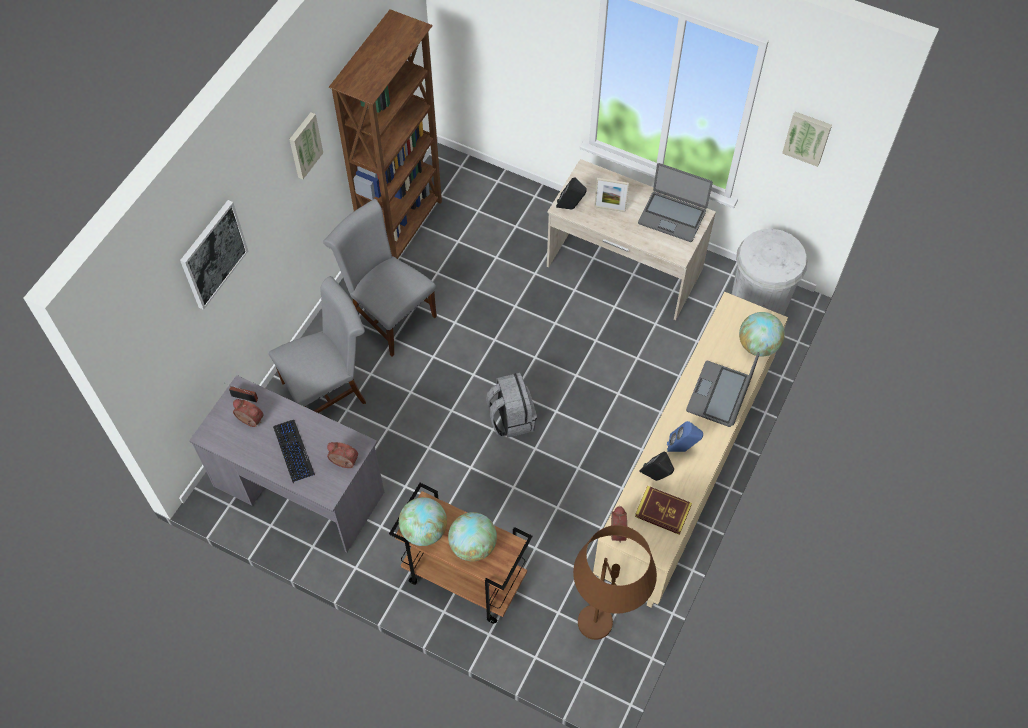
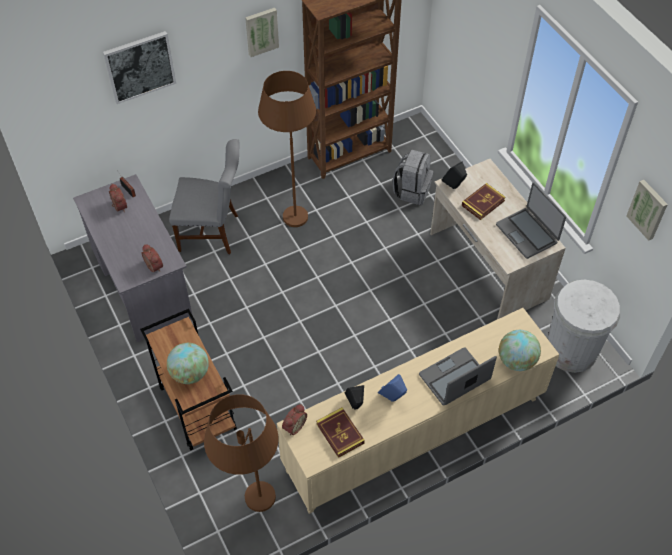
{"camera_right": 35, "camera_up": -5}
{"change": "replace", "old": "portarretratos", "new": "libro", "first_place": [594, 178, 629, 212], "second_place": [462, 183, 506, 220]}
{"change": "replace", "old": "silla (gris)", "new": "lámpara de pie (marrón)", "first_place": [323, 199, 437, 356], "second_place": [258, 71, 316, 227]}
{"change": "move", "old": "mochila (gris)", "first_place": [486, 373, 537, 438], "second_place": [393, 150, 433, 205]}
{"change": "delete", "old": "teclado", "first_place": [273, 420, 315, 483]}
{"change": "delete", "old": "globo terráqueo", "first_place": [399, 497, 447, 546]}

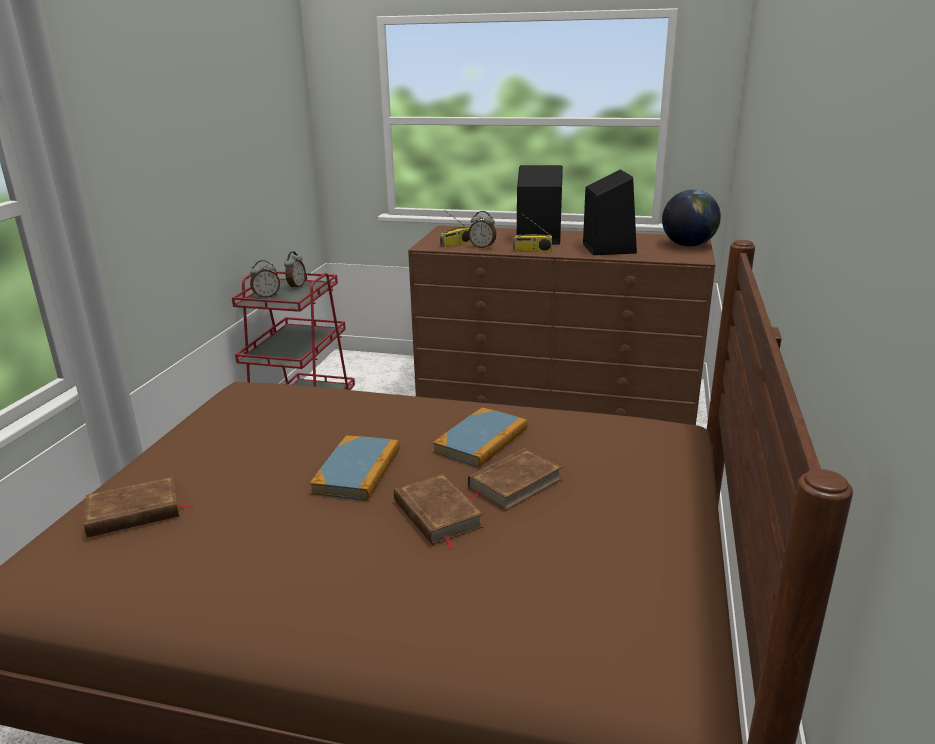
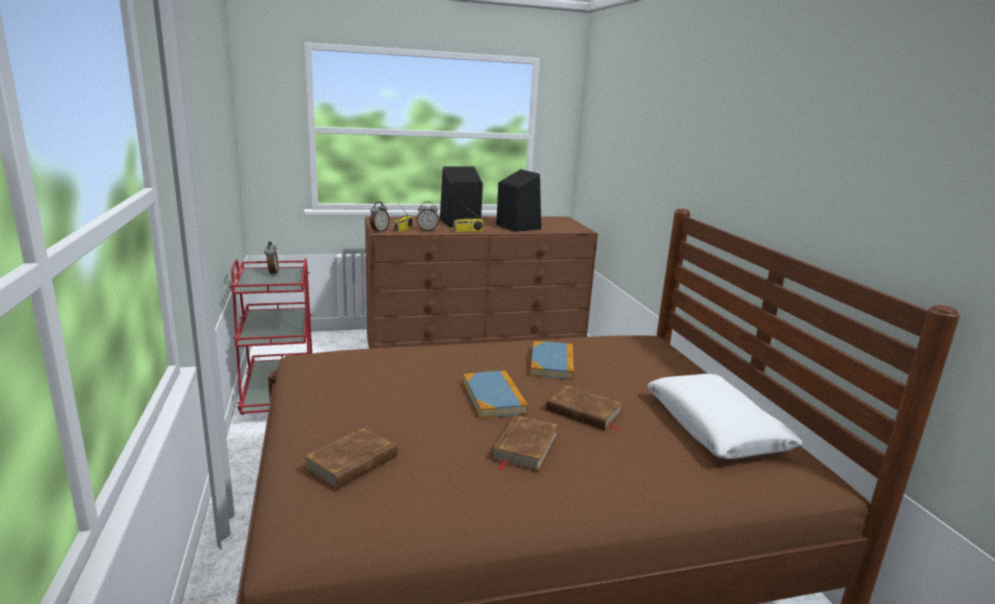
{"camera_right": -30, "camera_up": -5}
{"change": "delete", "old": "globo terráqueo", "first_place": [662, 190, 721, 247]}
{"change": "move", "old": "despertador", "first_place": [250, 260, 280, 299], "second_place": [370, 202, 390, 233]}
{"change": "move", "old": "libro (marrón)", "first_place": [468, 448, 562, 511], "second_place": [492, 414, 559, 472]}
{"change": "insert", "new": "cojín (blanco)", "second_place": [647, 374, 802, 459]}

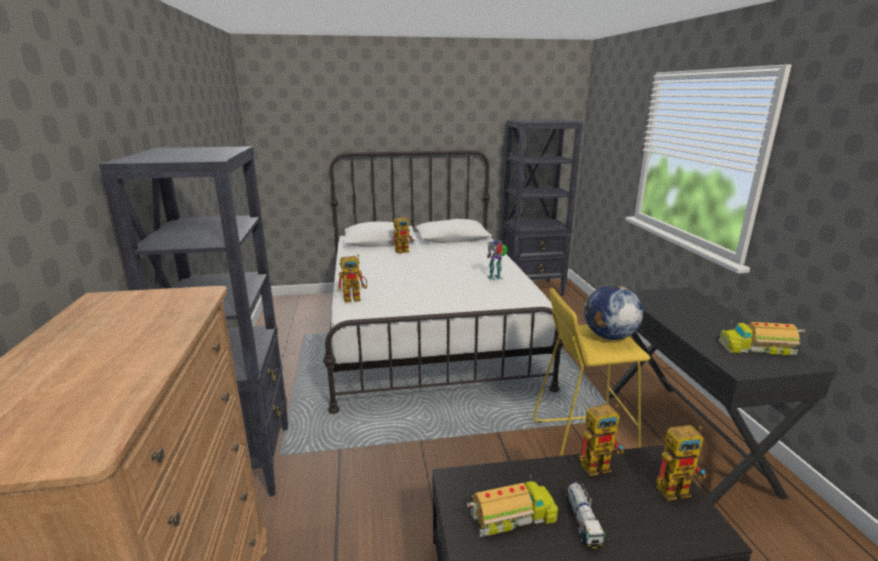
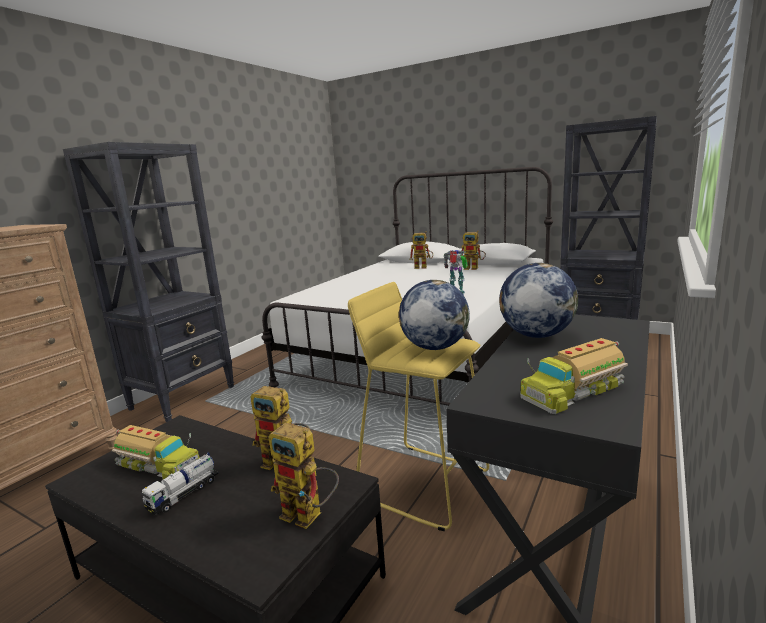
{"camera_right": 40, "camera_up": -5}
{"change": "move", "old": "robot de juguete", "first_place": [338, 254, 367, 303], "second_place": [462, 230, 486, 270]}
{"change": "rotate", "old": "camión de juguete", "first_place": [719, 321, 805, 355], "second_place": [520, 338, 628, 414], "degrees": -75}
{"change": "insert", "new": "globo terráqueo", "second_place": [499, 263, 578, 338]}

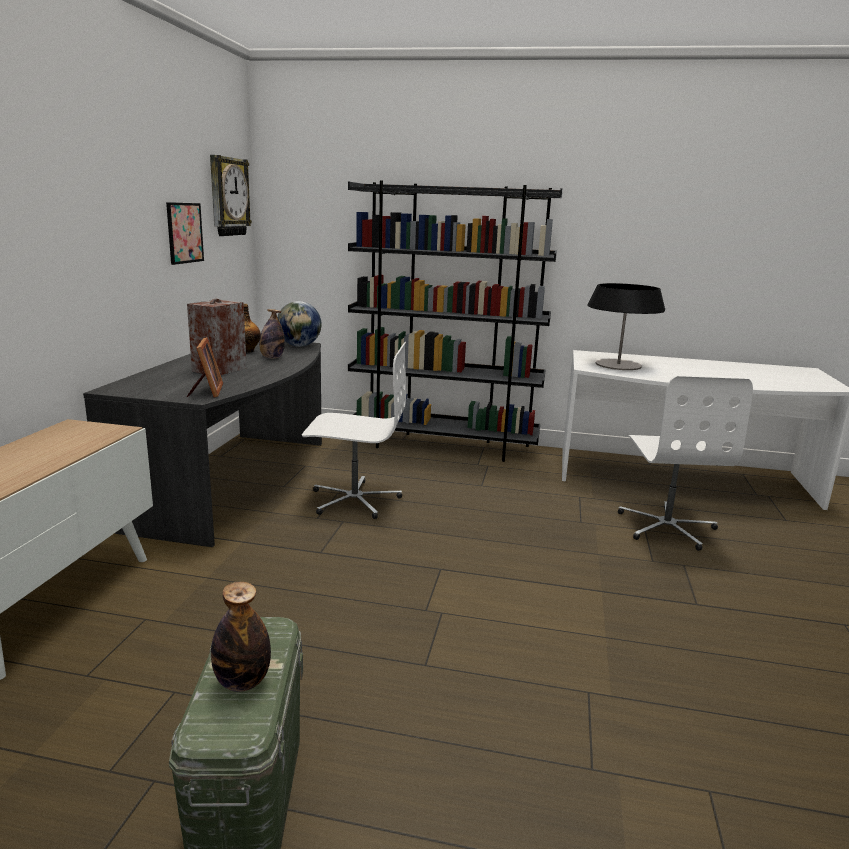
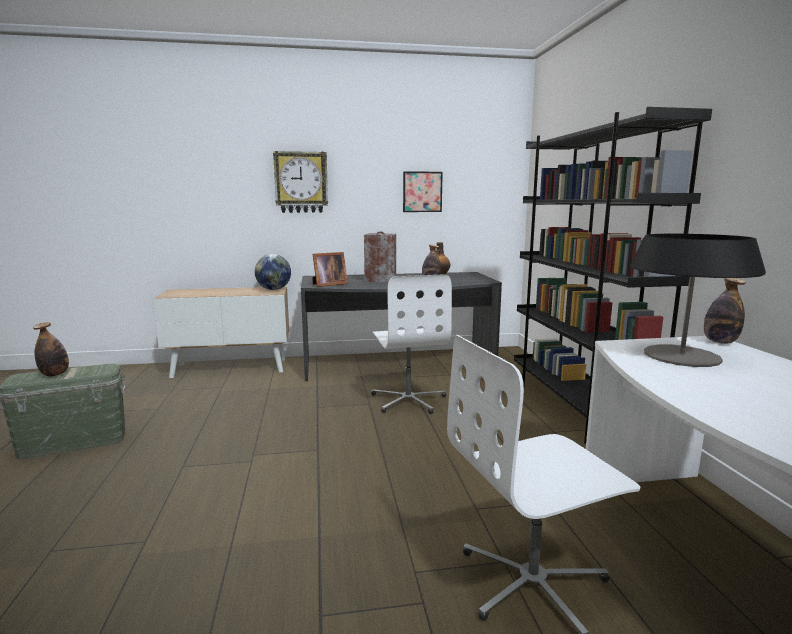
{"camera_right": 70, "camera_up": -5}
{"change": "move", "old": "reloj de pared", "first_place": [210, 155, 252, 236], "second_place": [273, 151, 328, 213]}
{"change": "move", "old": "globo terráqueo", "first_place": [277, 301, 322, 347], "second_place": [255, 254, 291, 290]}
{"change": "insert", "new": "botella", "second_place": [704, 278, 746, 344]}

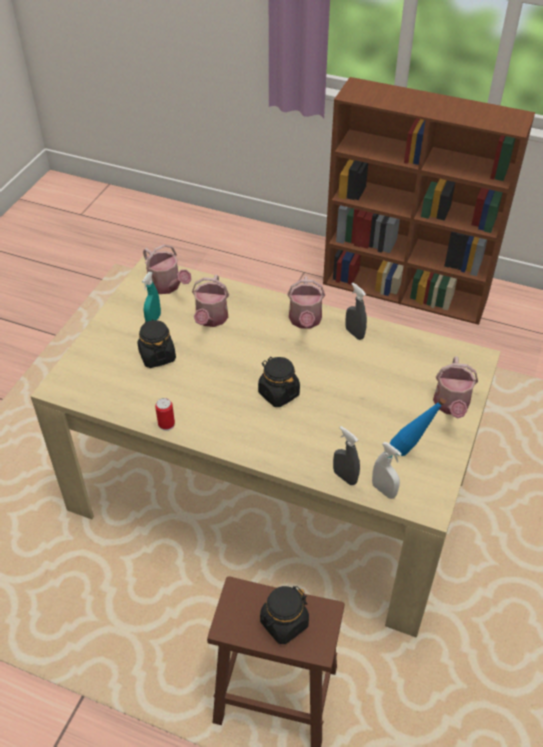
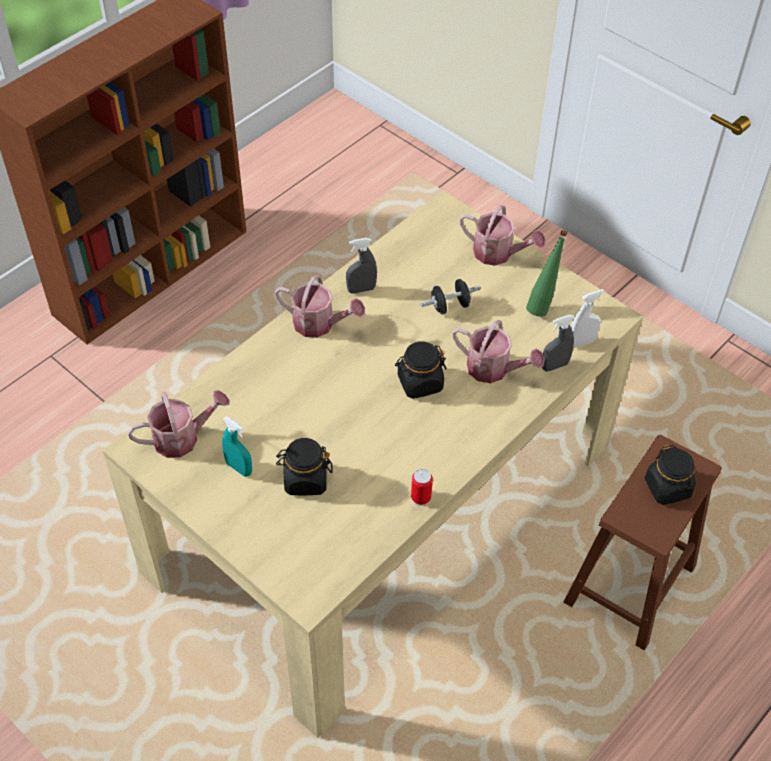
{"camera_right": -70, "camera_up": 5}
{"change": "move", "old": "regadera", "first_place": [192, 275, 229, 327], "second_place": [452, 320, 545, 383]}
{"change": "recolor", "old": "botella (azul)", "new": "botella (verde)", "first_place": [390, 398, 446, 456], "second_place": [526, 230, 567, 317]}
{"change": "insert", "new": "mancuerna (negro)", "second_place": [421, 279, 481, 315]}

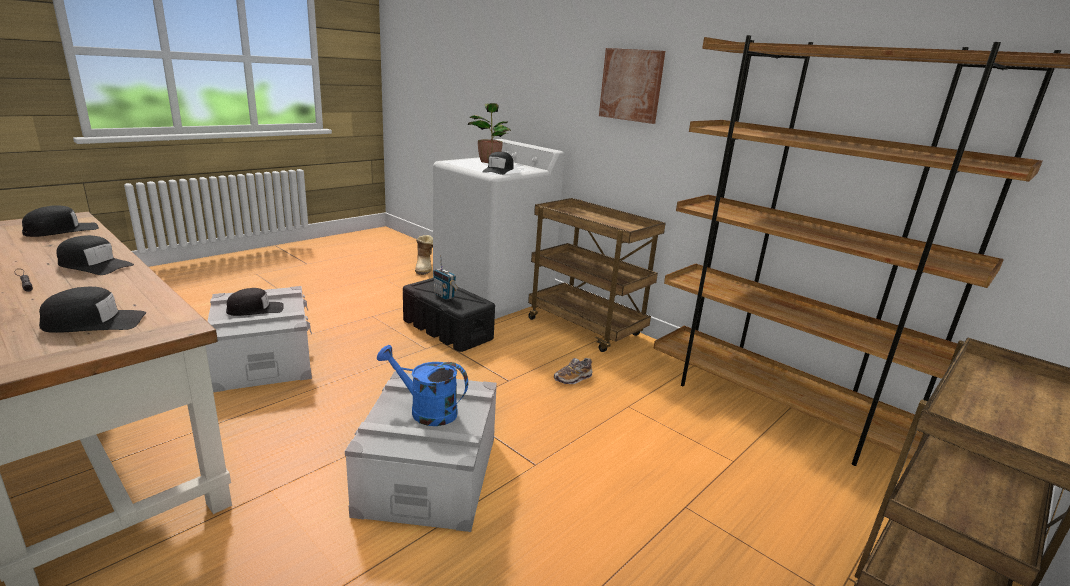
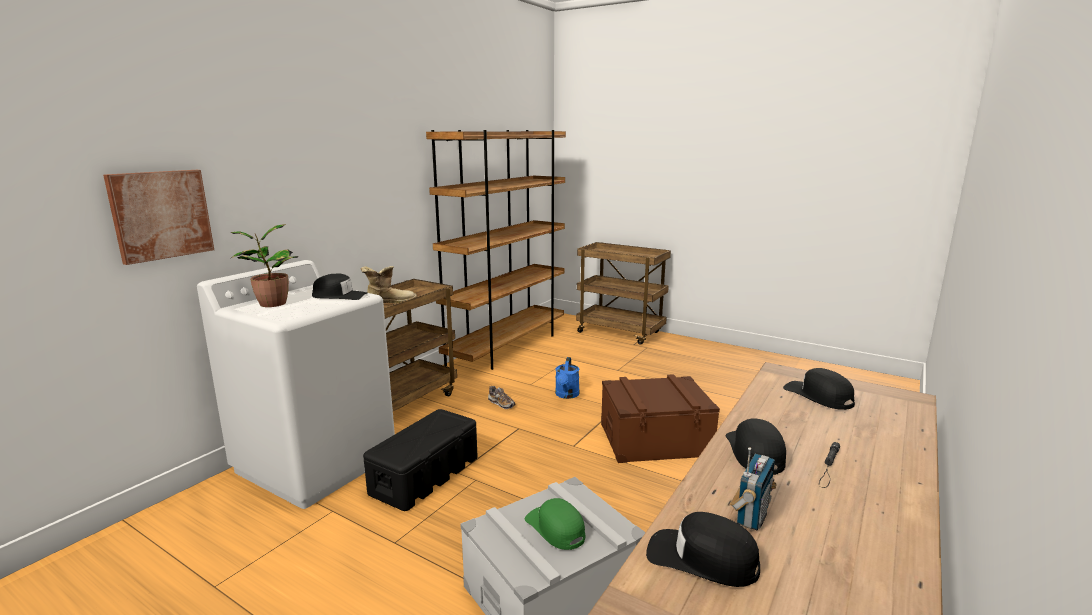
{"camera_right": -100, "camera_up": -5}
{"change": "move", "old": "cuadro", "first_place": [599, 48, 665, 124], "second_place": [103, 170, 214, 265]}
{"change": "move", "old": "bota", "first_place": [415, 235, 433, 275], "second_place": [360, 266, 417, 304]}
{"change": "move", "old": "radio", "first_place": [433, 255, 458, 300], "second_place": [730, 447, 777, 531]}
{"change": "recolor", "old": "gorra (negro)", "new": "gorra (verde)", "first_place": [226, 288, 284, 316], "second_place": [525, 498, 585, 550]}
{"change": "move", "old": "regadera (azul)", "first_place": [377, 345, 468, 426], "second_place": [555, 357, 580, 399]}
{"change": "recolor", "old": "caja de almacenaje (gris)", "new": "caja de almacenaje (marrón)", "first_place": [345, 371, 497, 532], "second_place": [601, 374, 720, 463]}

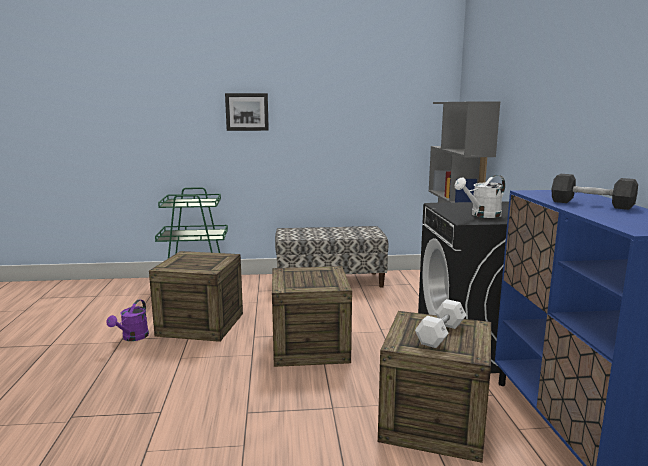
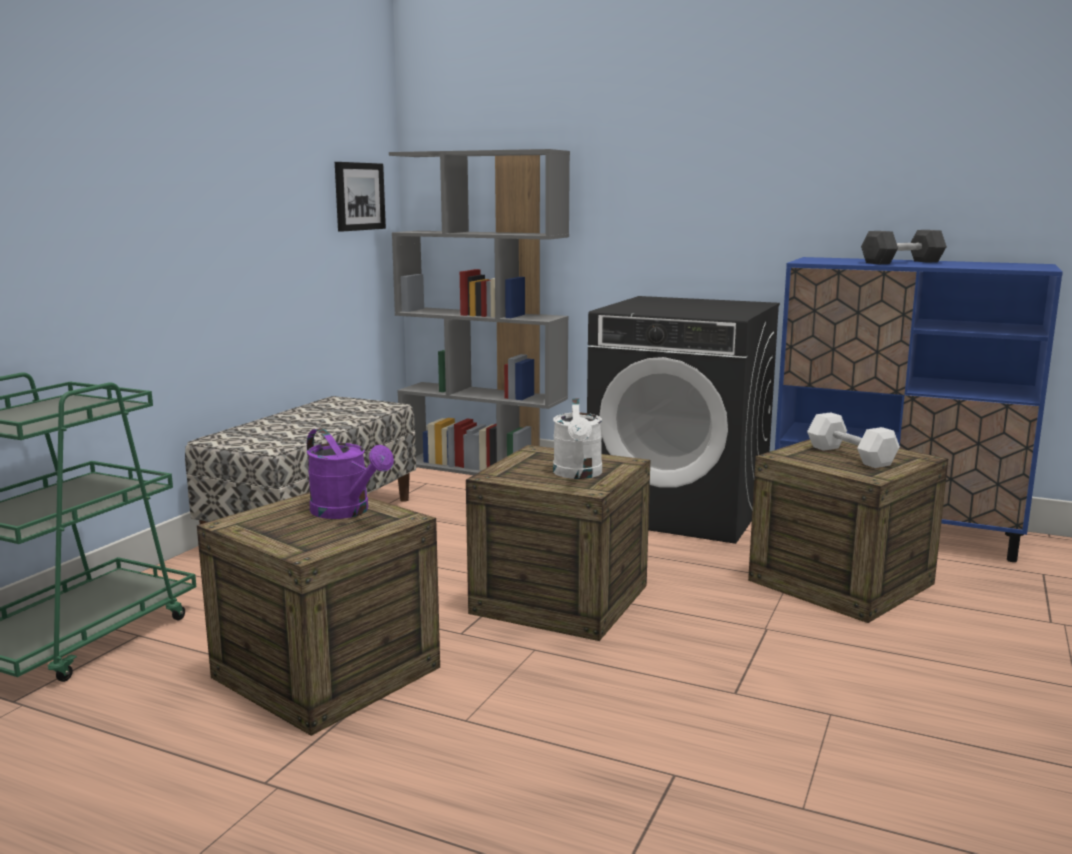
{"camera_right": -60, "camera_up": 0}
{"change": "move", "old": "cuadro", "first_place": [225, 93, 269, 131], "second_place": [335, 162, 386, 232]}
{"change": "move", "old": "regadera (blanco)", "first_place": [455, 175, 505, 218], "second_place": [553, 398, 602, 479]}
{"change": "move", "old": "regadera (morado)", "first_place": [107, 300, 149, 341], "second_place": [307, 428, 394, 519]}

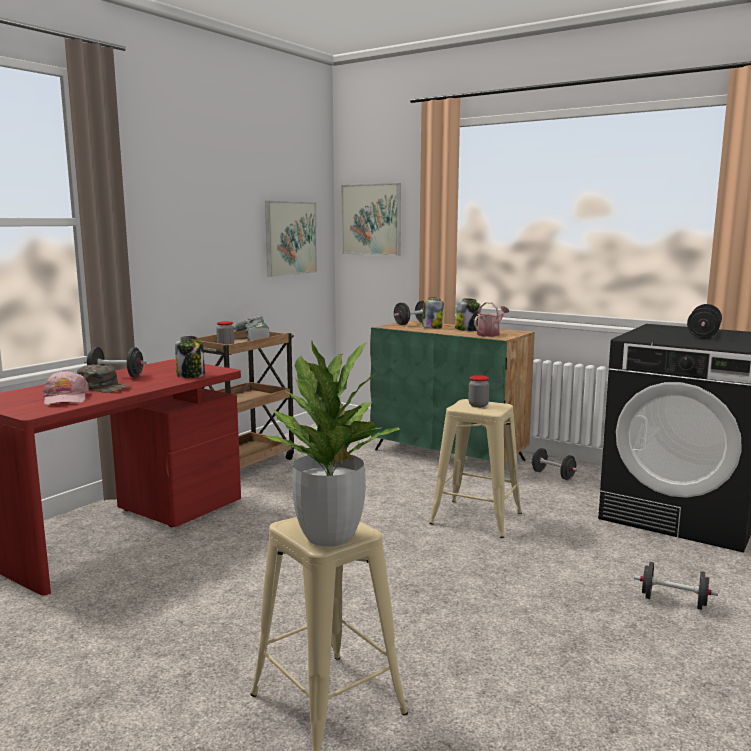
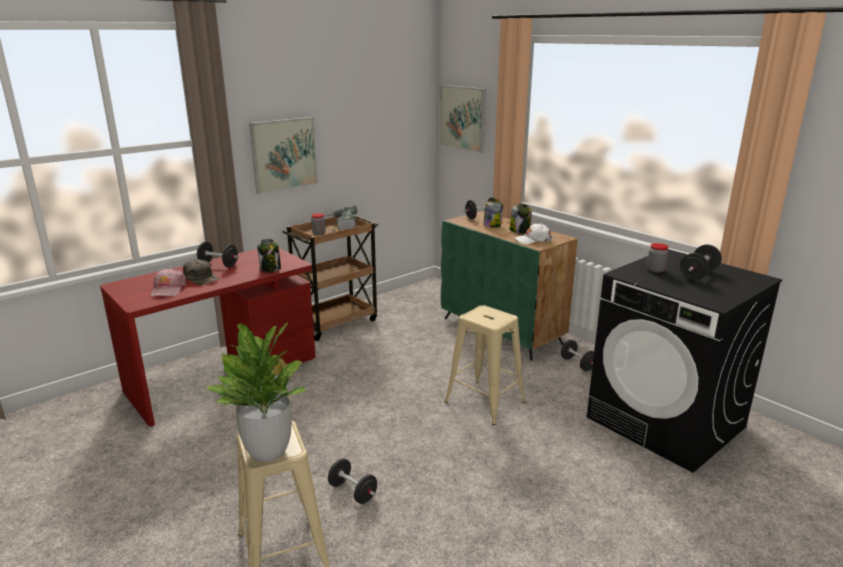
{"camera_right": 15, "camera_up": 10}
{"change": "move", "old": "cuadro", "first_place": [265, 201, 317, 277], "second_place": [249, 117, 318, 194]}
{"change": "replace", "old": "regadera", "new": "gorra (blanco)", "first_place": [474, 302, 509, 337], "second_place": [515, 223, 553, 244]}
{"change": "move", "old": "tarro", "first_place": [468, 375, 489, 407], "second_place": [647, 243, 669, 273]}
{"change": "move", "old": "mancuerna (negro)", "first_place": [634, 562, 718, 610], "second_place": [328, 458, 377, 504]}

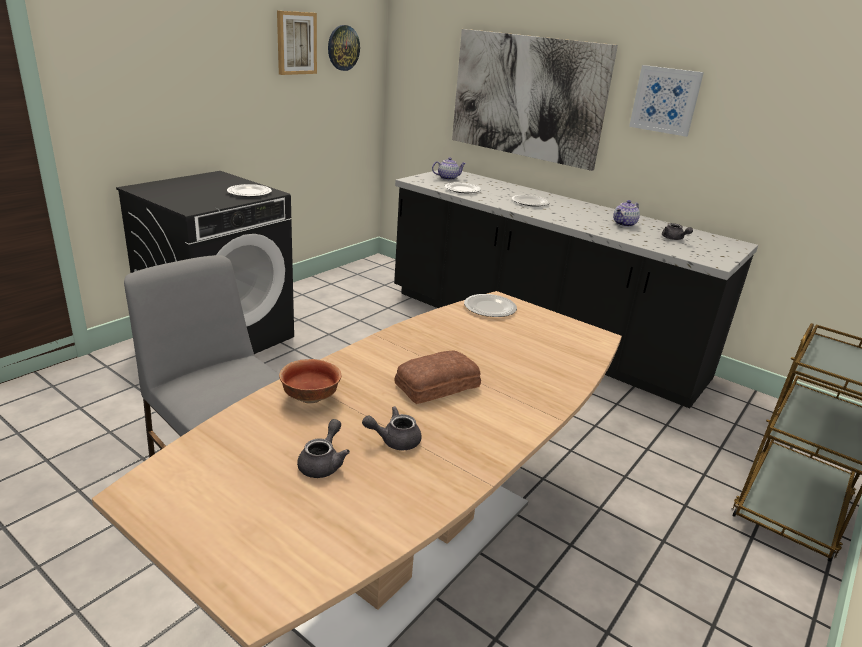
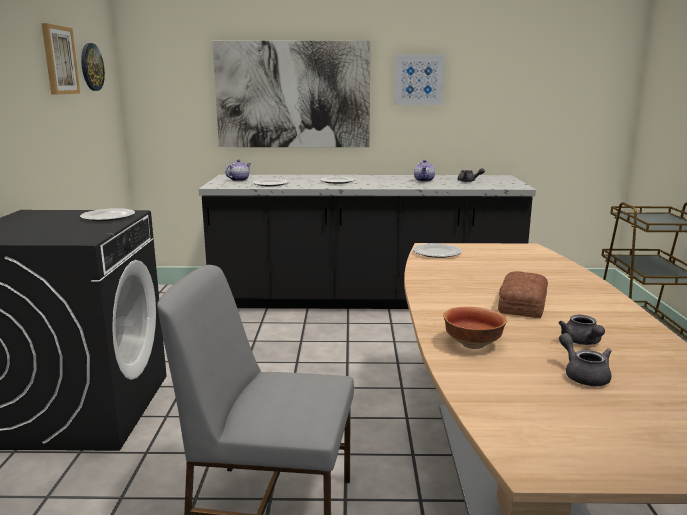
{"camera_right": -35, "camera_up": -10}
{"change": "rotate", "old": "tetera (gris)", "first_place": [362, 406, 422, 450], "second_place": [559, 315, 605, 345], "degrees": -45}

